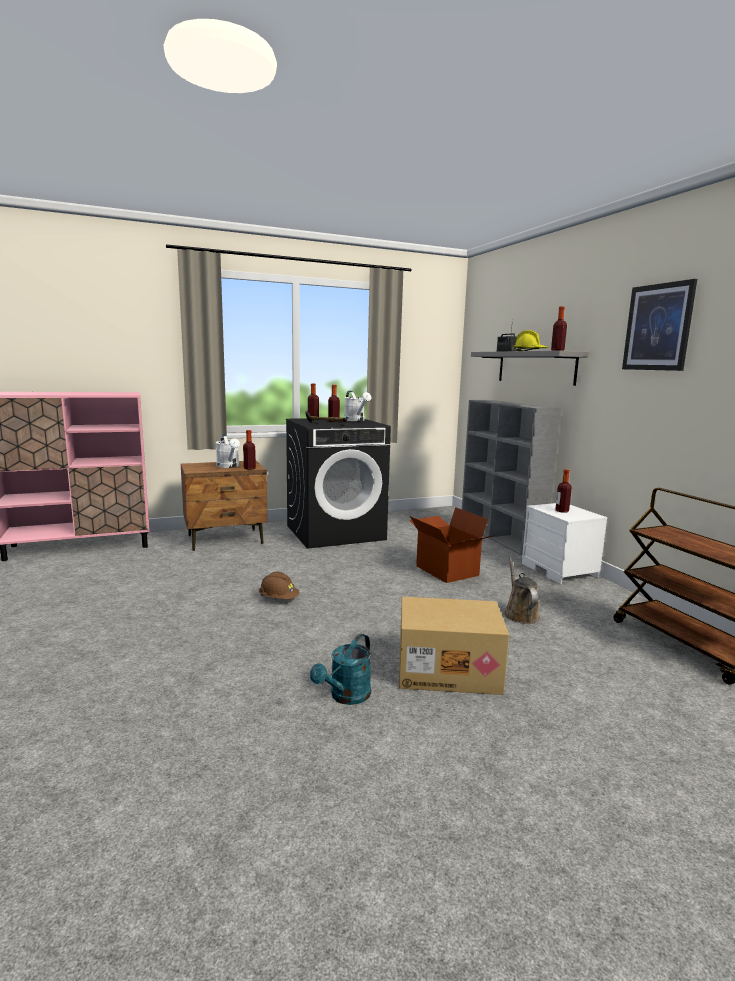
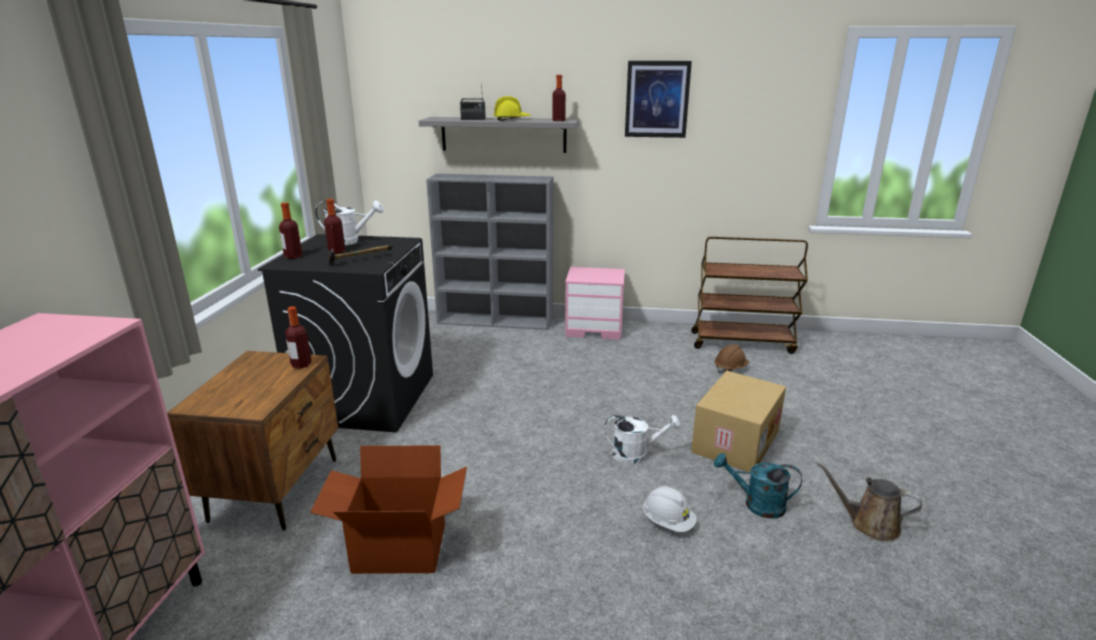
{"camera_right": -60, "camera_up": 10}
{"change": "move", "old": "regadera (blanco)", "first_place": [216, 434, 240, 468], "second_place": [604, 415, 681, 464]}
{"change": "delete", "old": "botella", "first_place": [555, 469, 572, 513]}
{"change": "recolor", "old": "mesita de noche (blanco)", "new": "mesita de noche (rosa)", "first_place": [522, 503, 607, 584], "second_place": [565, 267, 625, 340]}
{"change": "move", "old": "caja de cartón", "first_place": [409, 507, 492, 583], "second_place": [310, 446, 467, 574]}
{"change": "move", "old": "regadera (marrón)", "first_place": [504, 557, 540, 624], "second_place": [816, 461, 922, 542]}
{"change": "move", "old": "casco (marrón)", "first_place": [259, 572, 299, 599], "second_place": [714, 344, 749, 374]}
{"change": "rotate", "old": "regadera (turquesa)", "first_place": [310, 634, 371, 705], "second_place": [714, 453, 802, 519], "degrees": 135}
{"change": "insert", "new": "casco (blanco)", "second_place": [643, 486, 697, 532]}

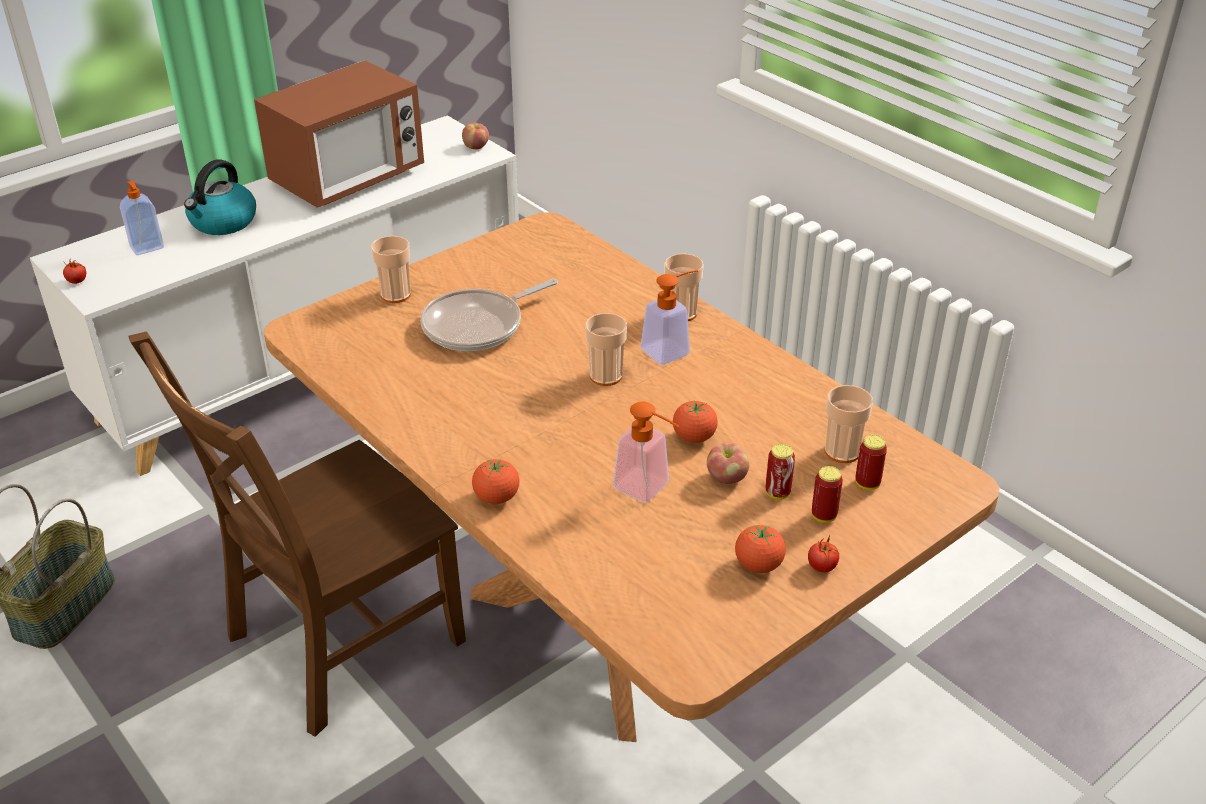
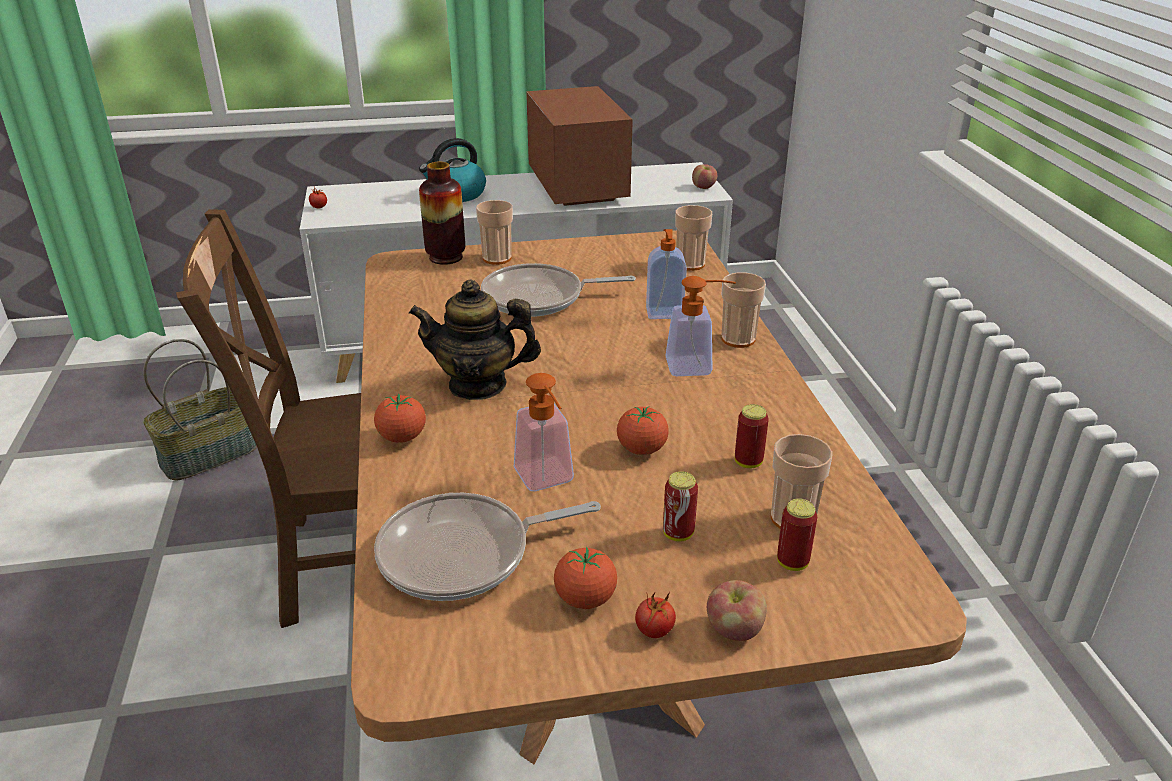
{"camera_right": 30, "camera_up": -5}
{"change": "rotate", "old": "microondas", "first_place": [254, 60, 424, 208], "second_place": [526, 86, 633, 206], "degrees": -90}
{"change": "move", "old": "dispensador de jabón", "first_place": [120, 180, 164, 255], "second_place": [646, 229, 687, 319]}
{"change": "move", "old": "taza", "first_place": [585, 313, 627, 386], "second_place": [675, 205, 712, 271]}
{"change": "move", "old": "manzana", "first_place": [707, 443, 749, 484], "second_place": [707, 580, 767, 641]}
{"change": "move", "old": "lata", "first_place": [812, 466, 843, 523], "second_place": [735, 404, 769, 469]}
{"change": "insert", "new": "florero", "second_place": [419, 162, 465, 265]}
{"change": "insert", "new": "tetera", "second_place": [409, 280, 541, 400]}
{"change": "insert", "new": "sartén", "second_place": [374, 493, 601, 601]}

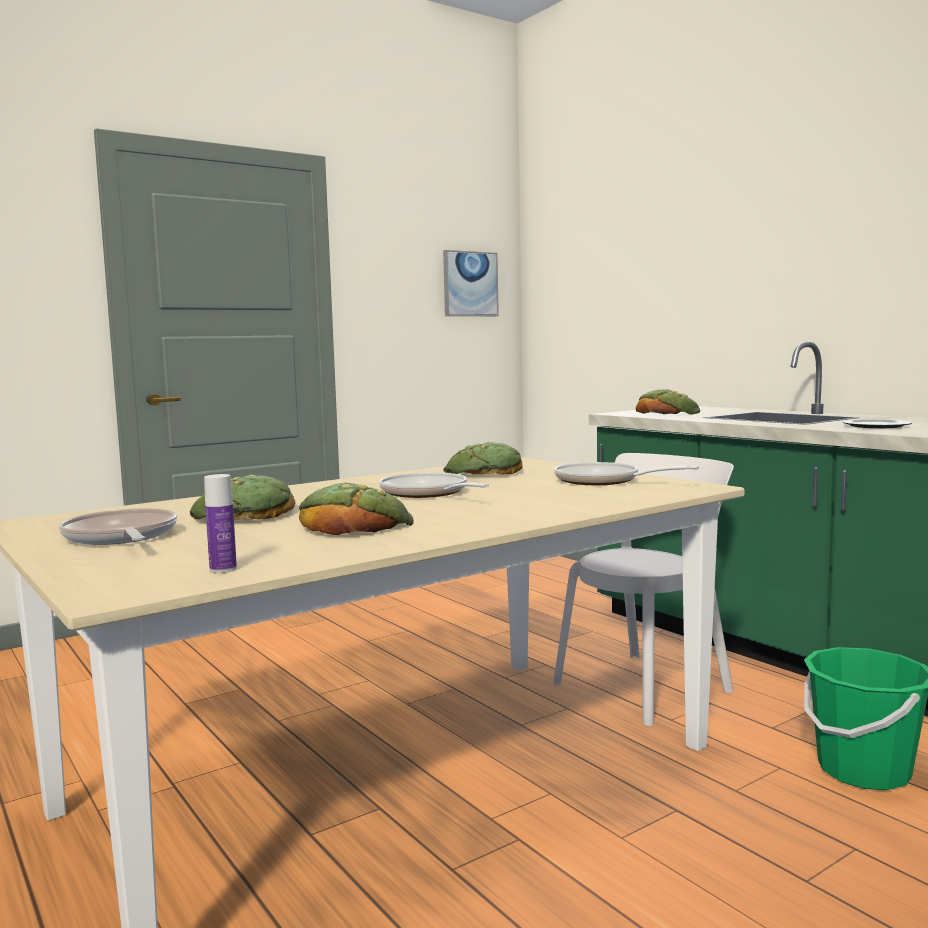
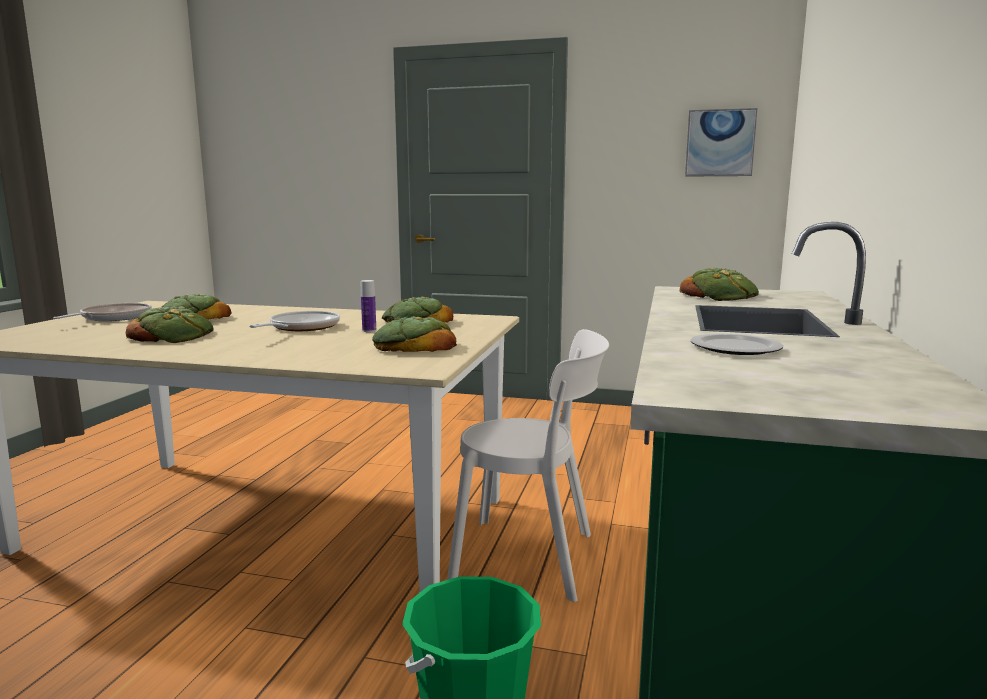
{"camera_right": 50, "camera_up": 5}
{"change": "replace", "old": "sartén", "new": "pan", "first_place": [554, 462, 699, 485], "second_place": [372, 317, 457, 352]}
{"change": "move", "old": "botella", "first_place": [204, 474, 237, 573], "second_place": [361, 280, 376, 332]}

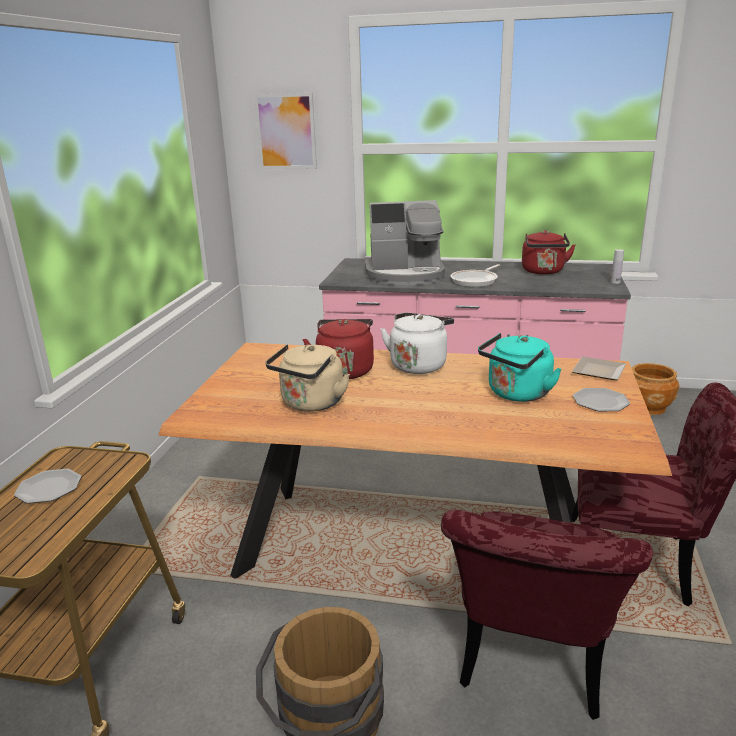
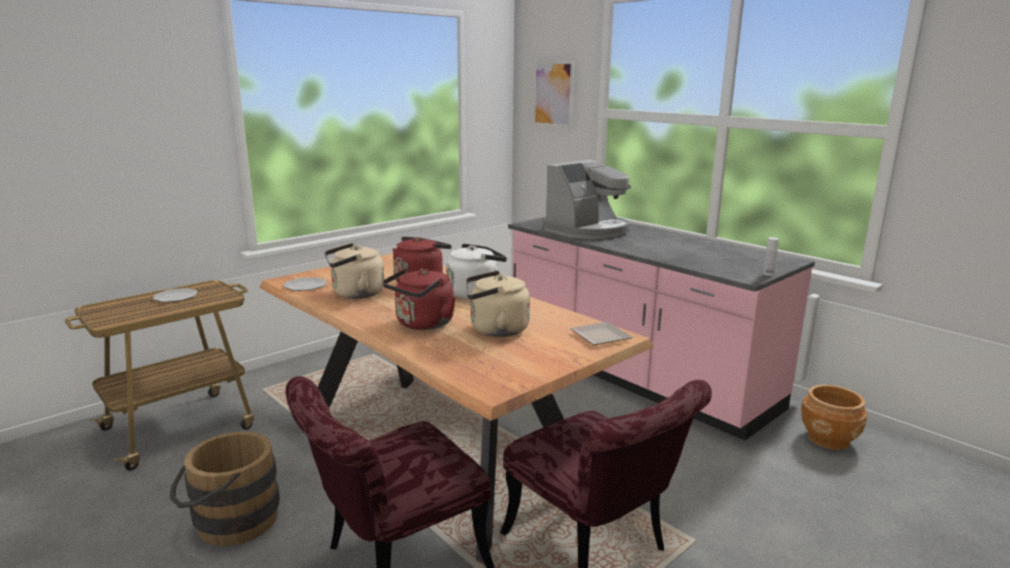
{"camera_right": 35, "camera_up": -5}
{"change": "rotate", "old": "cafetera", "first_place": [365, 200, 445, 285], "second_place": [543, 160, 631, 239], "degrees": -75}
{"change": "move", "old": "hervidor (rojo)", "first_place": [522, 230, 576, 275], "second_place": [383, 268, 456, 330]}
{"change": "delete", "old": "sartén", "first_place": [451, 264, 501, 287]}
{"change": "recolor", "old": "hervidor (turquesa)", "new": "hervidor (beis)", "first_place": [478, 333, 562, 402], "second_place": [466, 271, 530, 337]}
{"change": "move", "old": "plato", "first_place": [573, 388, 630, 411], "second_place": [283, 277, 326, 291]}

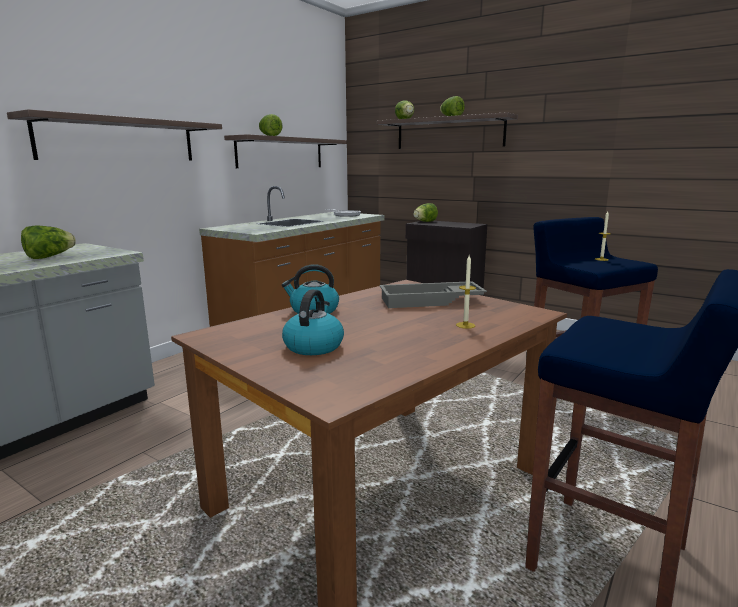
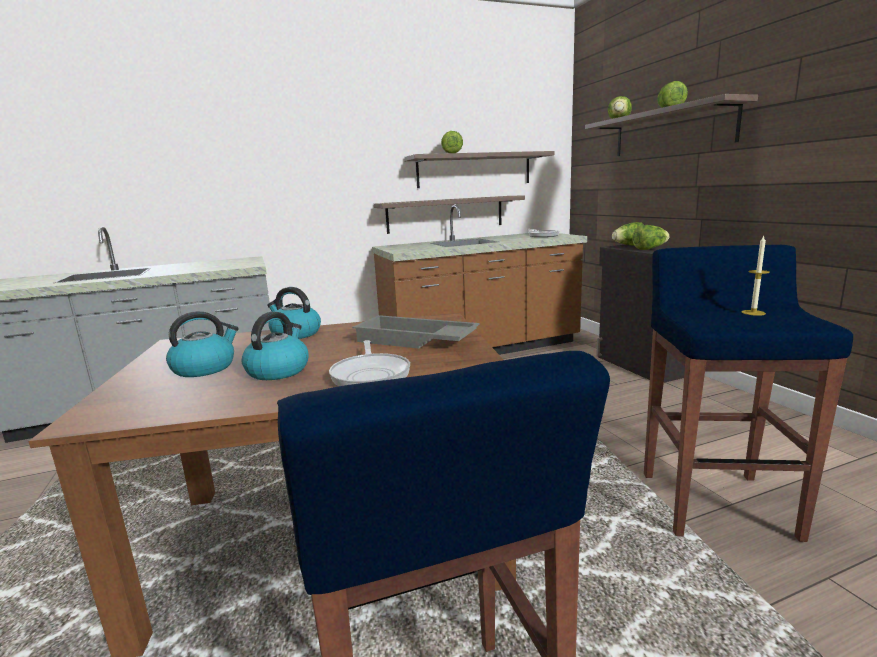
{"camera_right": 35, "camera_up": 0}
{"change": "move", "old": "estante", "first_place": [7, 109, 222, 161], "second_place": [374, 195, 525, 234]}
{"change": "move", "old": "lechuga", "first_place": [21, 225, 76, 259], "second_place": [632, 225, 670, 250]}
{"change": "replace", "old": "vela", "new": "sartén", "first_place": [456, 255, 476, 329], "second_place": [329, 340, 410, 386]}
{"change": "insert", "new": "hervidor", "second_place": [241, 312, 309, 380]}

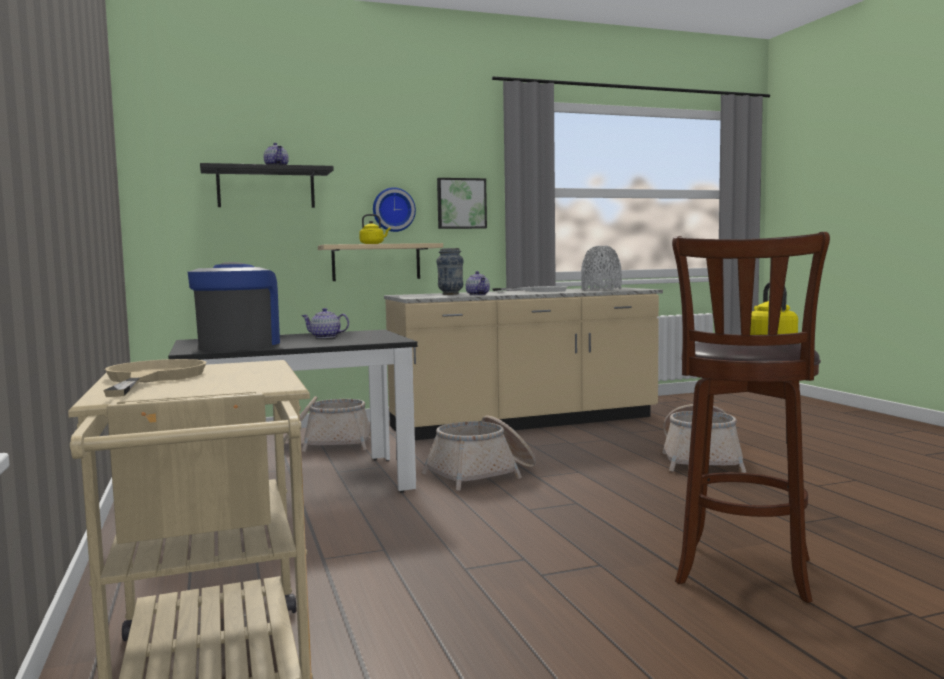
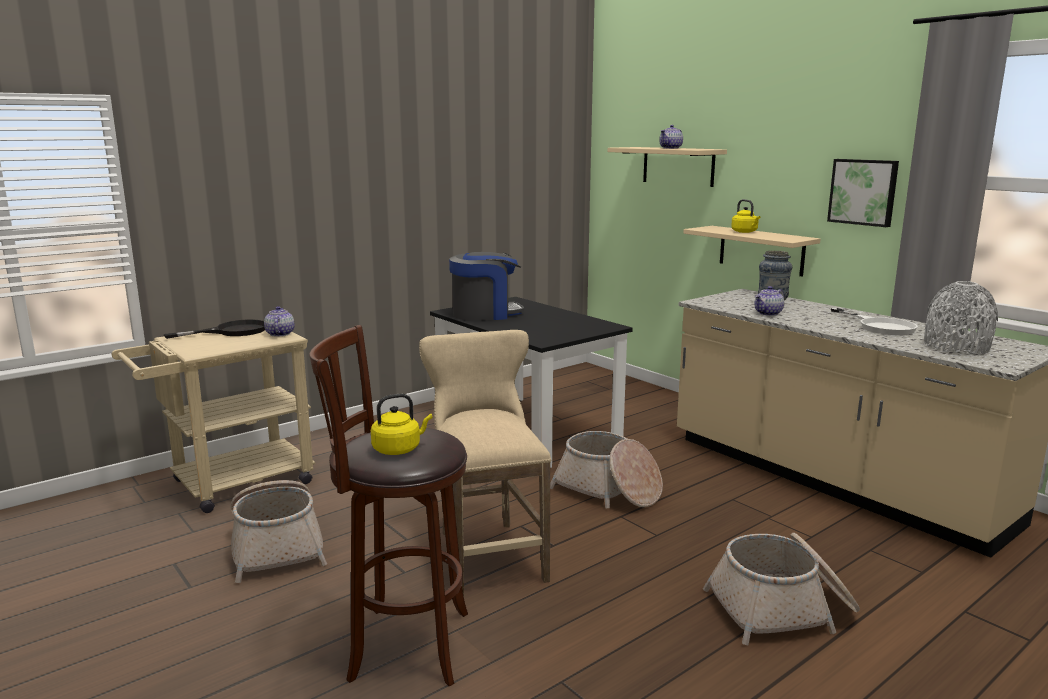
{"camera_right": 70, "camera_up": 10}
{"change": "recolor", "old": "estante (negro)", "new": "estante (beis)", "first_place": [200, 163, 334, 208], "second_place": [608, 147, 727, 187]}
{"change": "delete", "old": "reloj de pared", "first_place": [373, 187, 416, 232]}
{"change": "move", "old": "tetera", "first_place": [301, 308, 349, 338], "second_place": [264, 306, 294, 337]}
{"change": "recolor", "old": "sartén (beis)", "new": "sartén (negro)", "first_place": [103, 359, 206, 397], "second_place": [164, 319, 265, 339]}
{"change": "move", "old": "cesta", "first_place": [284, 396, 371, 452], "second_place": [230, 480, 327, 583]}
{"change": "insert", "new": "taburete (beis)", "second_place": [419, 330, 551, 596]}

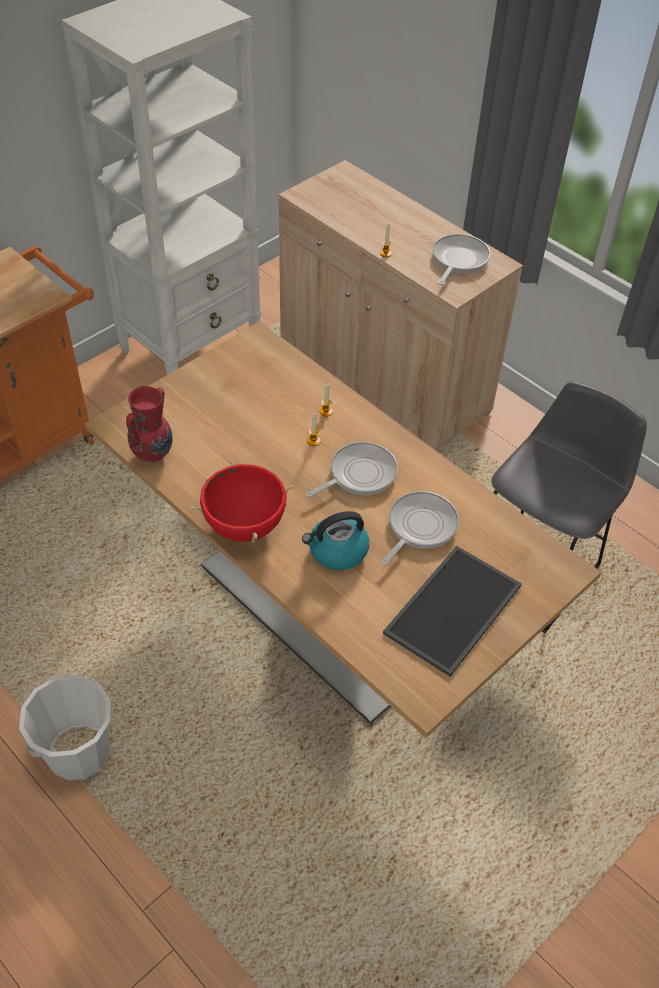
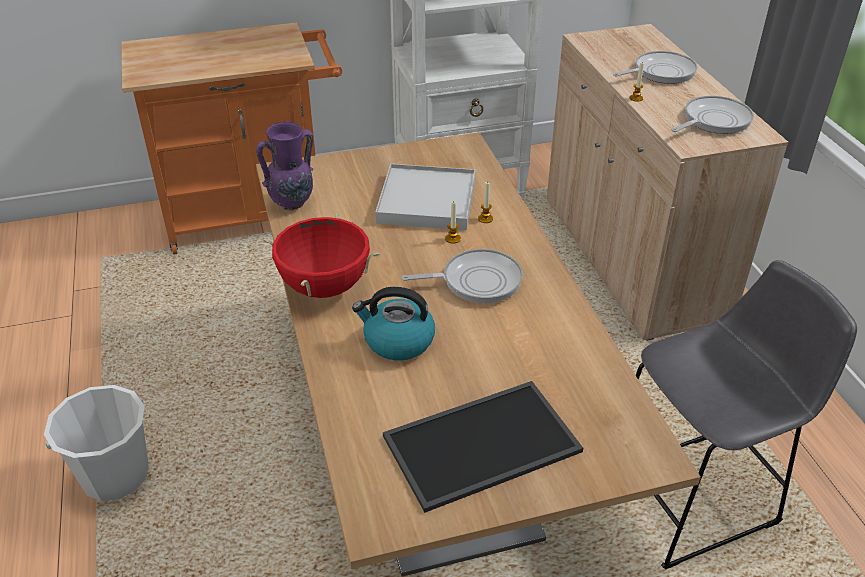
{"camera_right": 30, "camera_up": -10}
{"change": "recolor", "old": "florero (rojo)", "new": "florero (morado)", "first_place": [126, 386, 173, 463], "second_place": [256, 121, 314, 210]}
{"change": "move", "old": "sartén", "first_place": [381, 491, 459, 565], "second_place": [613, 51, 698, 84]}
{"change": "insert", "new": "bandeja (blanco)", "second_place": [375, 164, 475, 230]}

